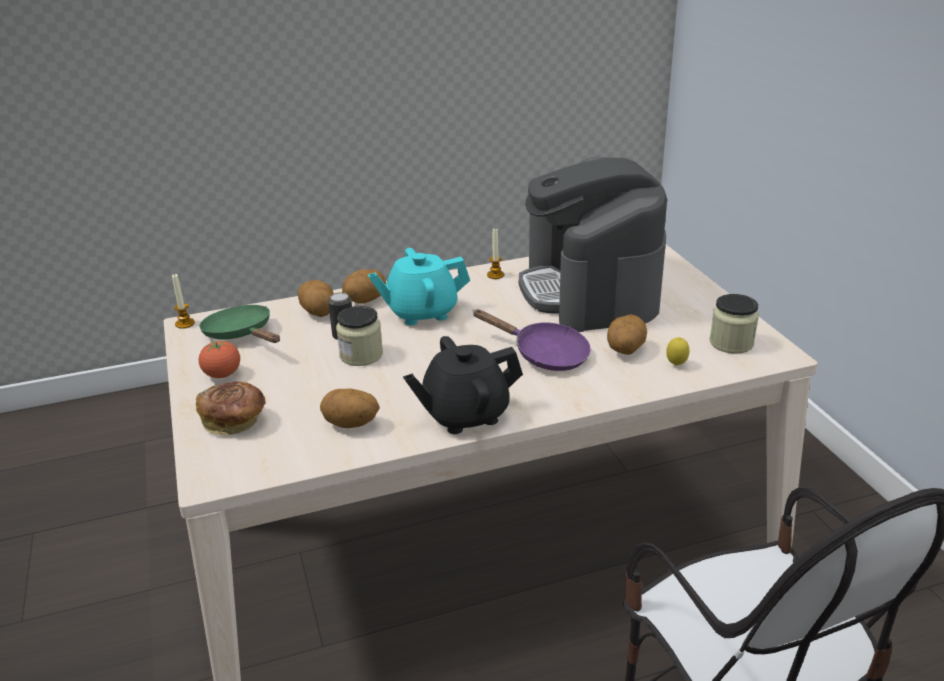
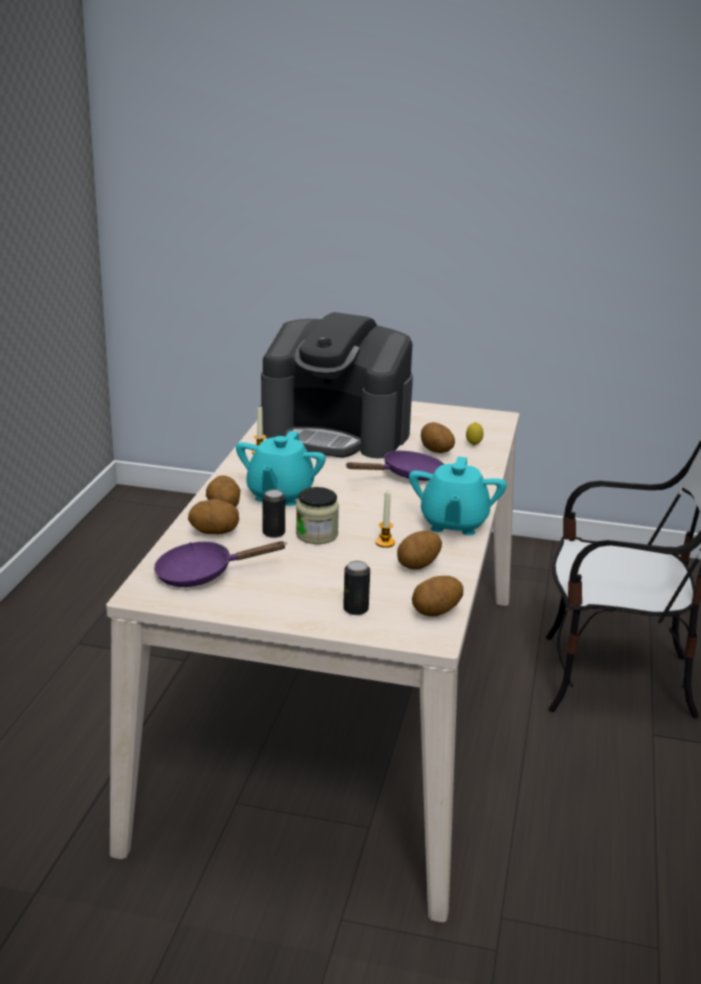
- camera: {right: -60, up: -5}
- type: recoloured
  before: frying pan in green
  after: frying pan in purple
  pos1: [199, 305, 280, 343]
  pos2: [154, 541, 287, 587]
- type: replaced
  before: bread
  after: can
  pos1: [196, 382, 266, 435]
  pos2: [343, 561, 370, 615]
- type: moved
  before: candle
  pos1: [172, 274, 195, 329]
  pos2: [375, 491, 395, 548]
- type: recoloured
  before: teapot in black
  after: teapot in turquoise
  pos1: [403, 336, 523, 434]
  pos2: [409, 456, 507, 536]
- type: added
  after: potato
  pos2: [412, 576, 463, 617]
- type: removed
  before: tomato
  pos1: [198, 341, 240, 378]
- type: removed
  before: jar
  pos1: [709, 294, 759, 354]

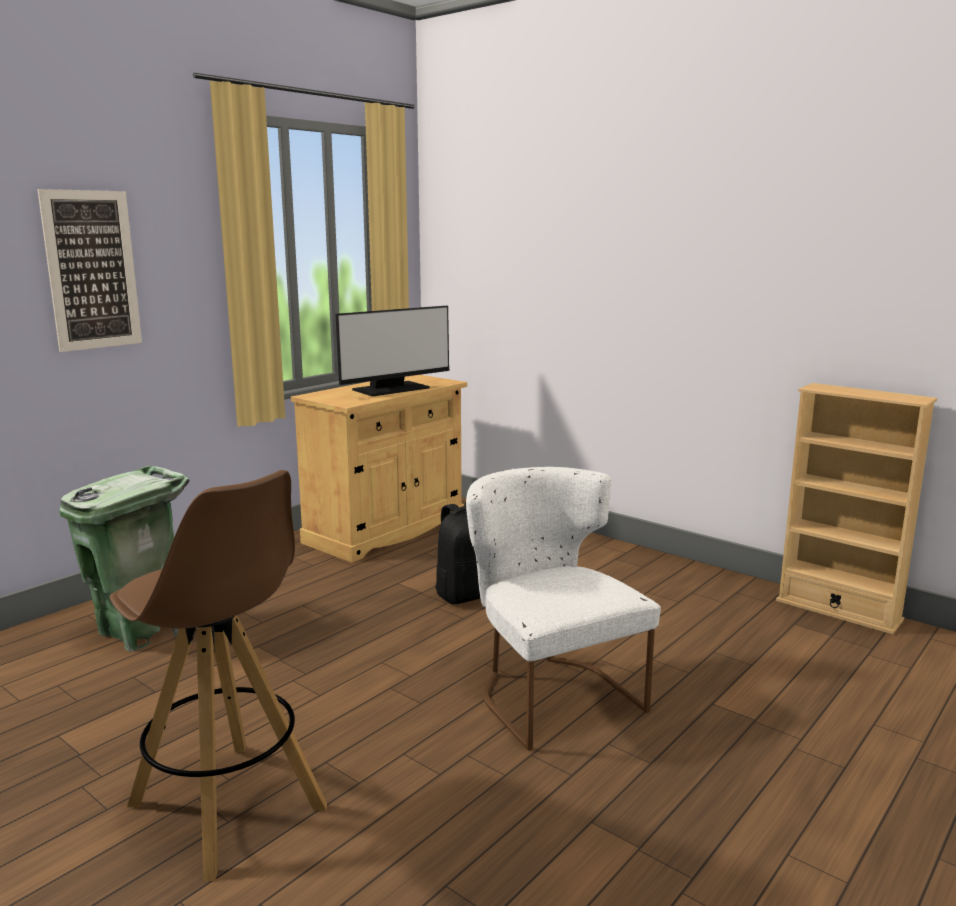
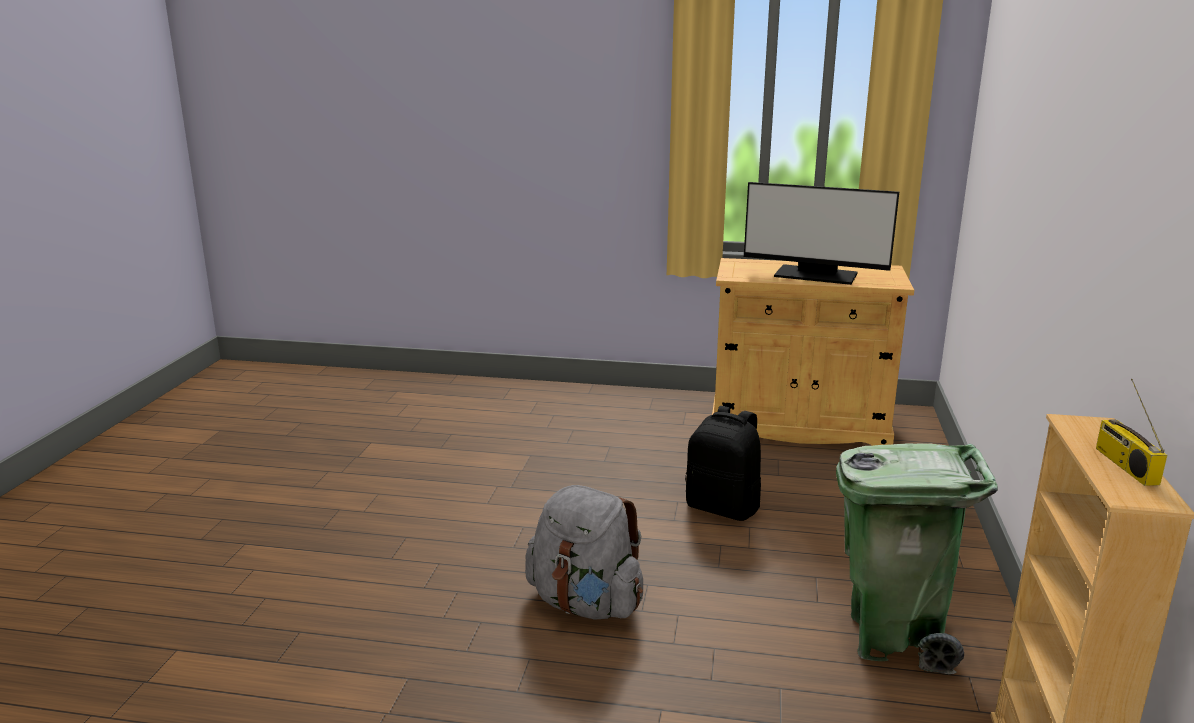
- camera: {right: 60, up: 5}
- type: replaced
  before: chair in white
  after: backpack in grey
  pos1: [466, 467, 661, 751]
  pos2: [525, 485, 643, 620]
- type: moved
  before: trash can in green
  pos1: [60, 466, 197, 651]
  pos2: [836, 443, 998, 674]
- type: added
  after: radio
  pos2: [1096, 379, 1167, 486]
- type: removed
  before: picture
  pos1: [37, 189, 142, 352]
- type: removed
  before: stool in brown
  pos1: [109, 470, 327, 881]

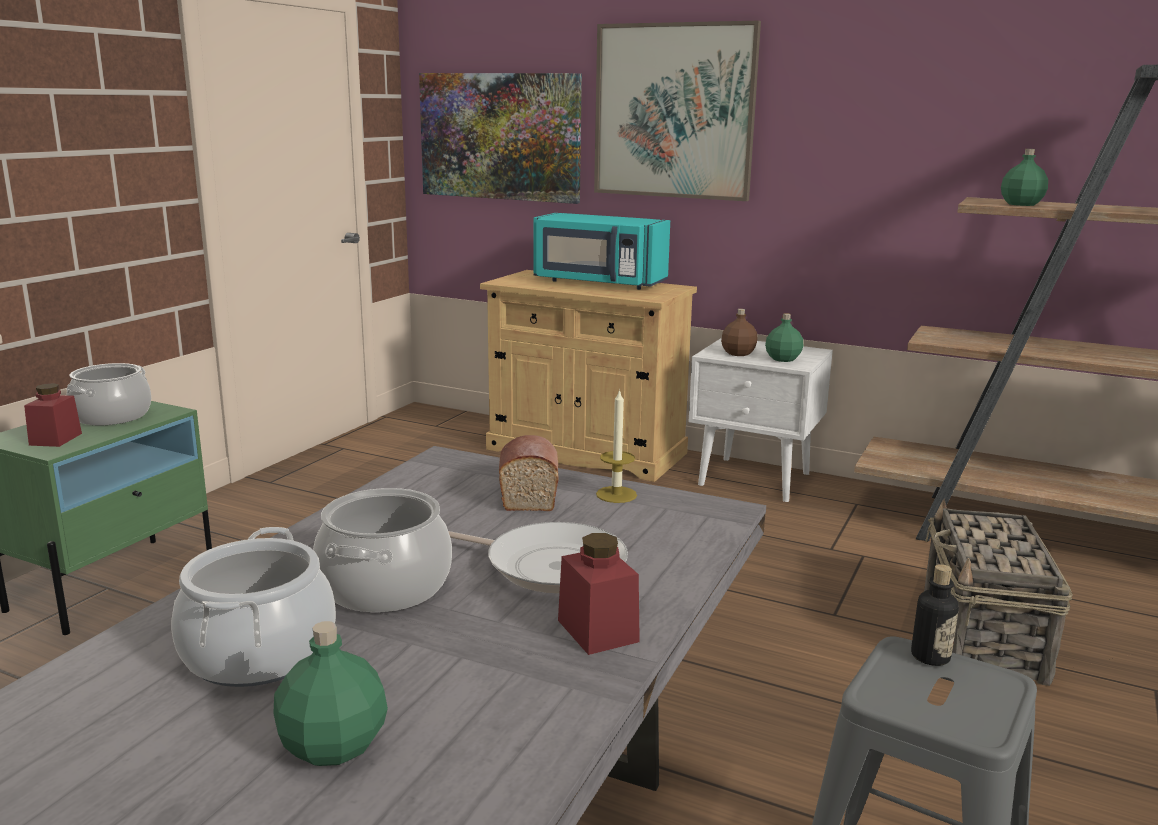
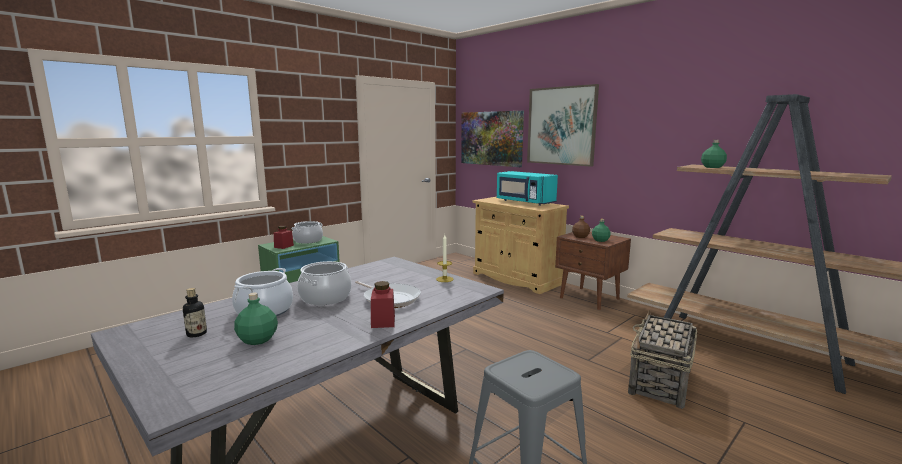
- camera: {right: 20, up: -5}
- type: moved
  before: bottle
  pos1: [911, 564, 959, 666]
  pos2: [183, 288, 207, 337]
- type: recoloured
  before: nightstand in white
  after: nightstand in brown
  pos1: [689, 338, 833, 502]
  pos2: [555, 231, 631, 310]
- type: removed
  before: bread
  pos1: [499, 435, 558, 511]

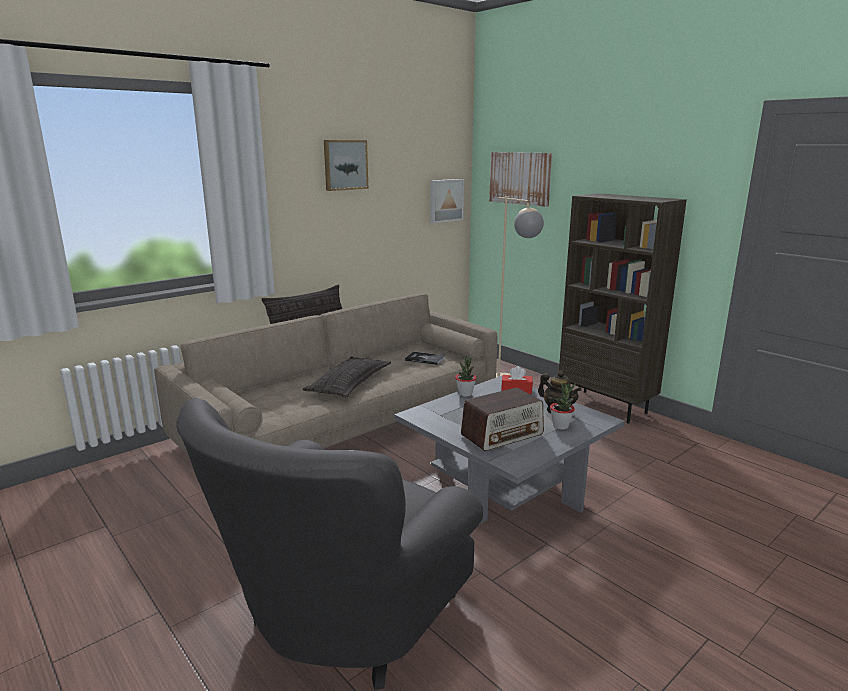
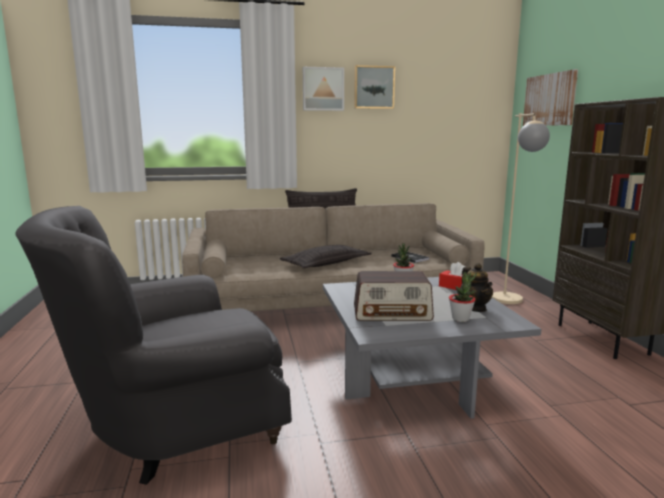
- camera: {right: 30, up: -5}
- type: moved
  before: picture
  pos1: [430, 179, 464, 223]
  pos2: [303, 67, 344, 111]

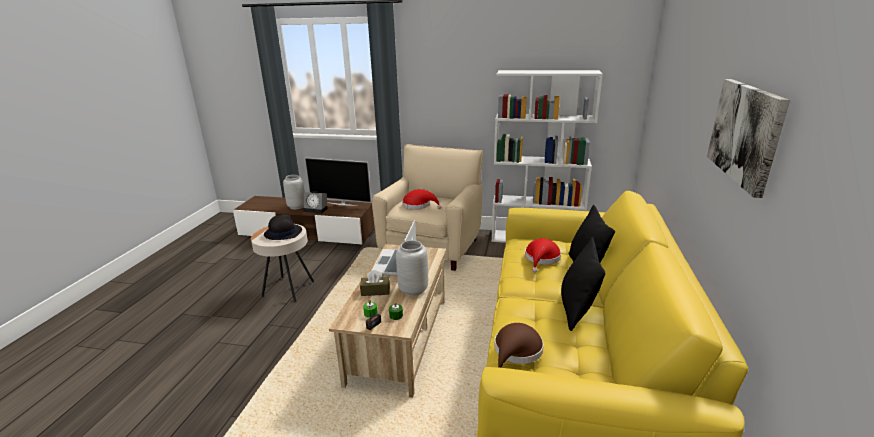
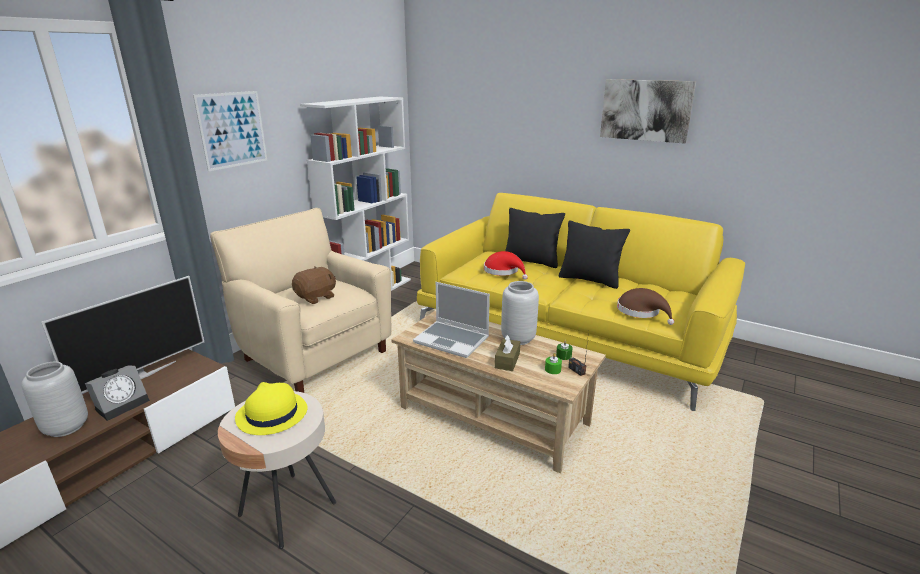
- camera: {right: -70, up: 0}
- type: added
  after: picture
  pos2: [193, 91, 267, 172]
- type: recoloured
  before: hat in black
  after: hat in yellow
  pos1: [264, 215, 302, 240]
  pos2: [235, 382, 308, 435]
- type: replaced
  before: hat in red
  after: plush toy in brown
  pos1: [402, 189, 441, 210]
  pos2: [292, 267, 336, 304]

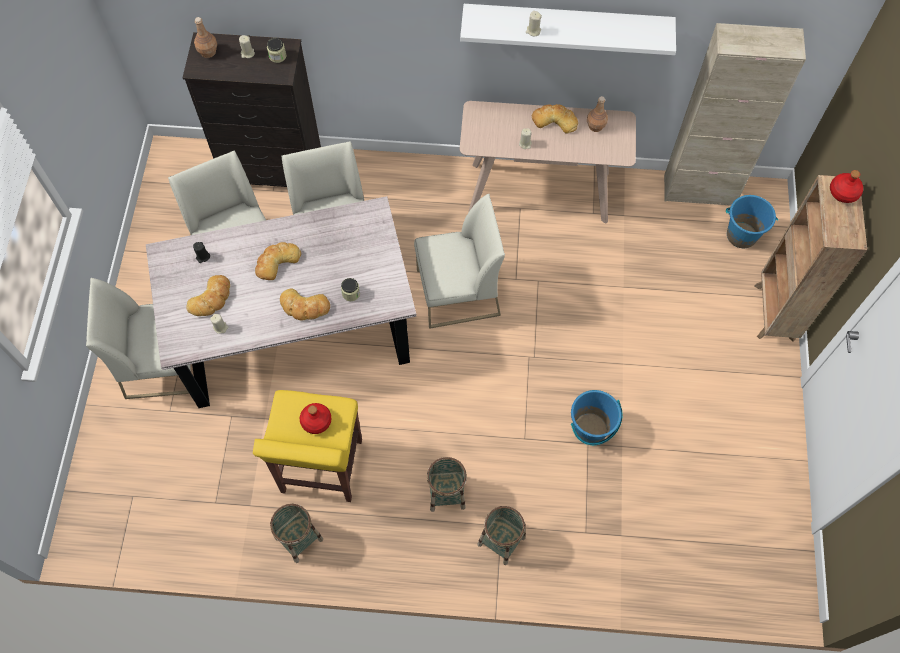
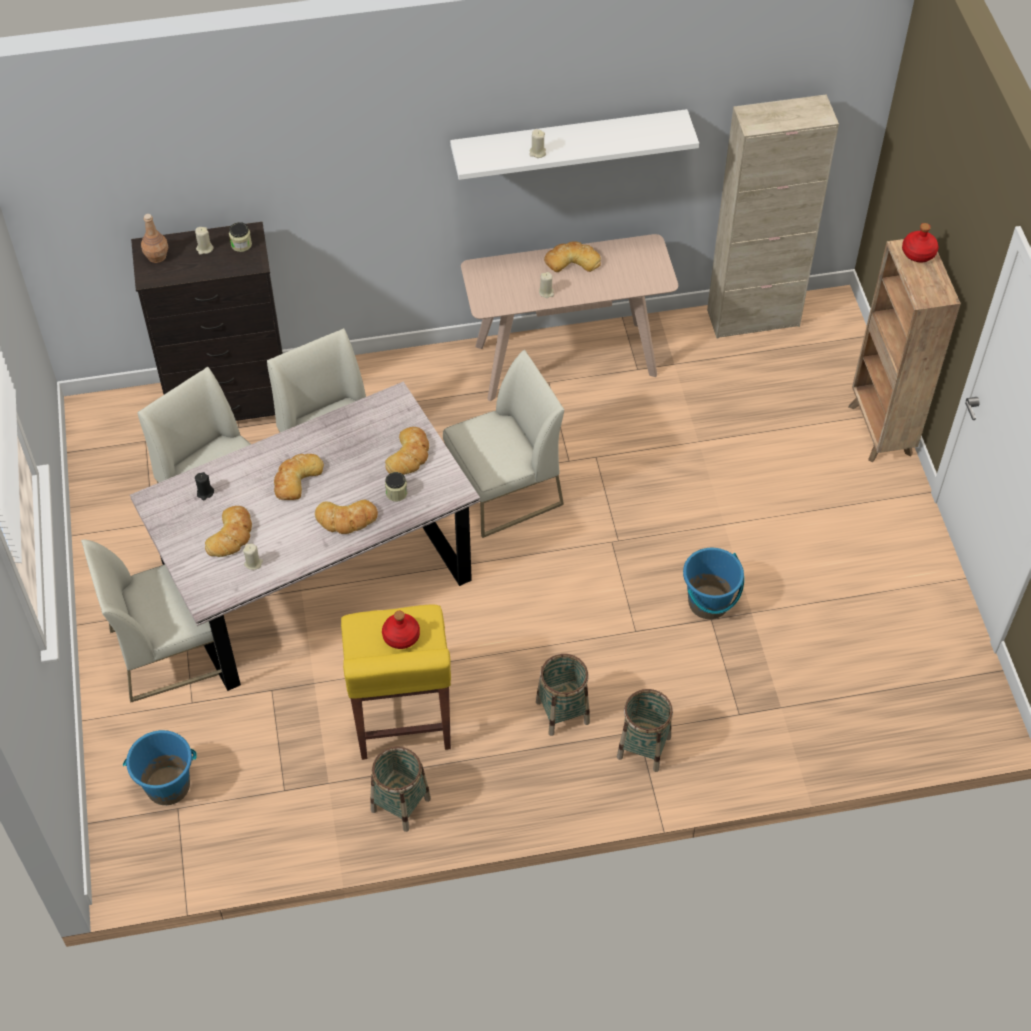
- camera: {right: -15, up: -10}
- type: moved
  before: bucket in blue
  pos1: [726, 195, 778, 248]
  pos2: [123, 730, 197, 805]
- type: added
  after: bread
  pos2: [385, 427, 429, 475]
- type: removed
  before: bottle in brown
  pos1: [587, 96, 608, 132]

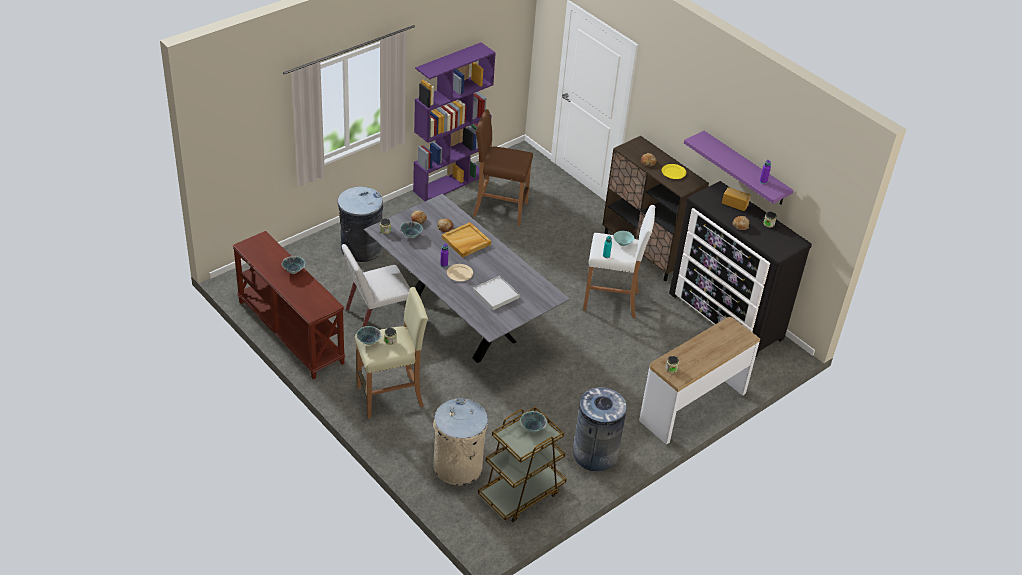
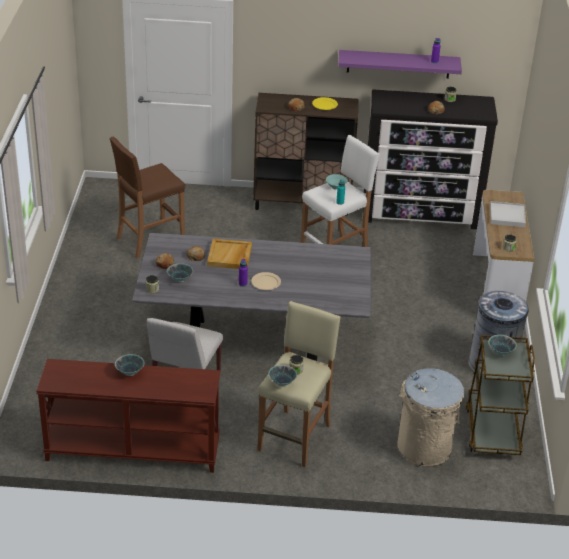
- camera: {right: -45, up: -5}
- type: moved
  before: tray in white
  pos1: [473, 276, 520, 310]
  pos2: [490, 201, 526, 227]
- type: removed
  before: trash can in grey
  pos1: [337, 187, 383, 262]
- type: removed
  before: bookcase in purple
  pos1: [413, 42, 496, 201]
- type: removed
  before: bread
  pos1: [722, 187, 751, 211]

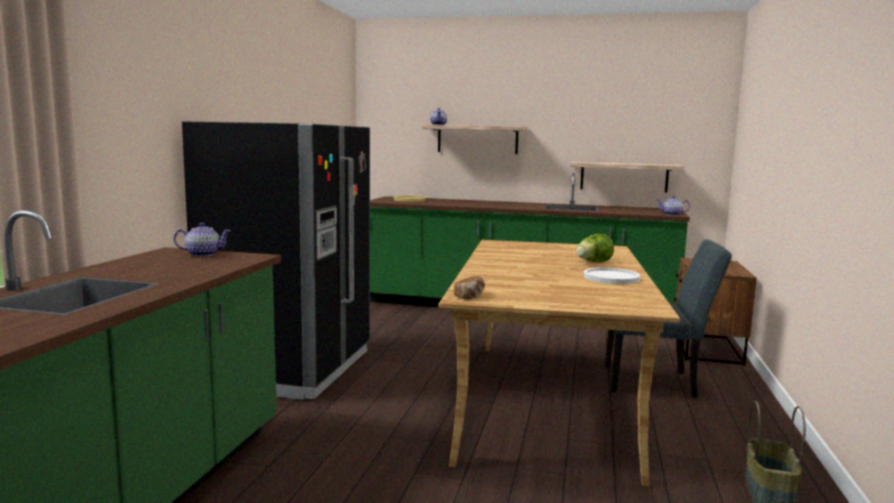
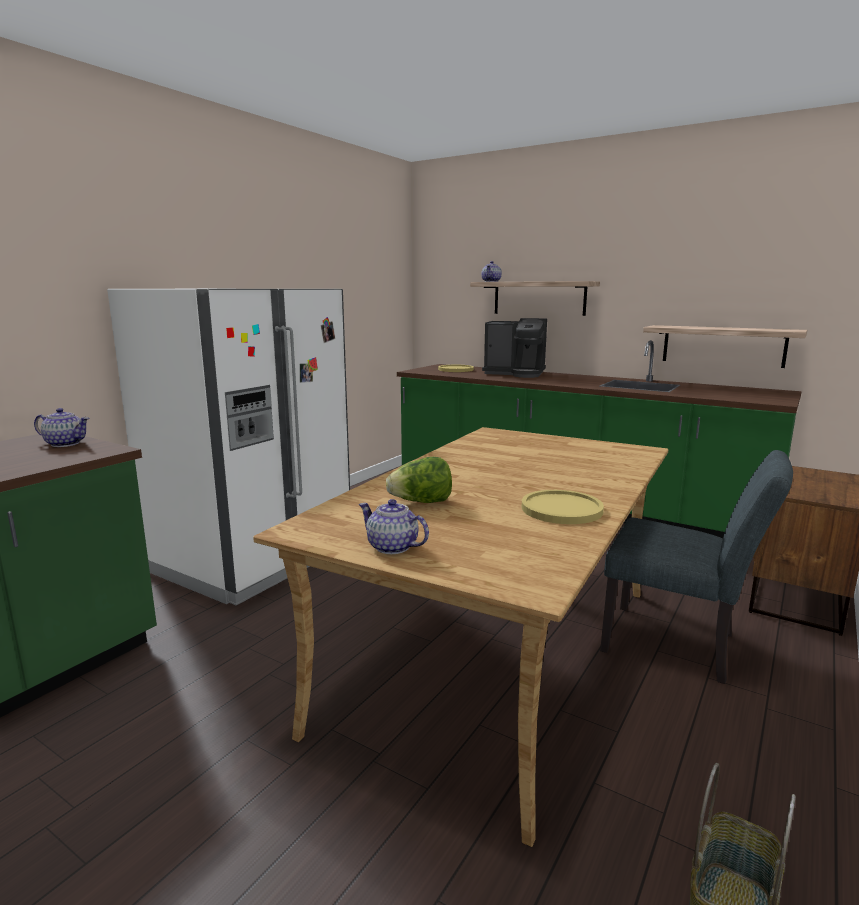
- camera: {right: 20, up: 5}
- type: recoloured
  before: fridge in black
  after: fridge in white
  pos1: [182, 121, 370, 400]
  pos2: [107, 289, 350, 605]
- type: moved
  before: teapot
  pos1: [658, 196, 690, 216]
  pos2: [359, 499, 429, 554]
- type: moved
  before: lettuce
  pos1: [576, 234, 614, 262]
  pos2: [386, 457, 452, 503]
- type: added
  after: coffee machine
  pos2: [482, 318, 547, 378]
- type: recoloured
  before: plate in white
  after: plate in yellow
  pos1: [584, 268, 640, 284]
  pos2: [522, 490, 604, 524]
- type: removed
  before: bread
  pos1: [454, 276, 485, 299]

